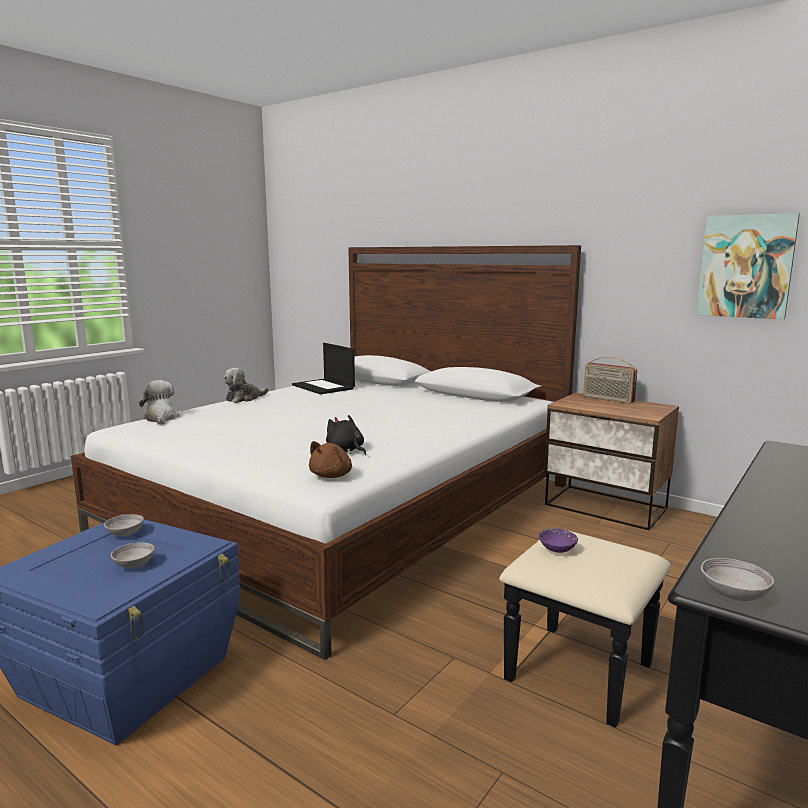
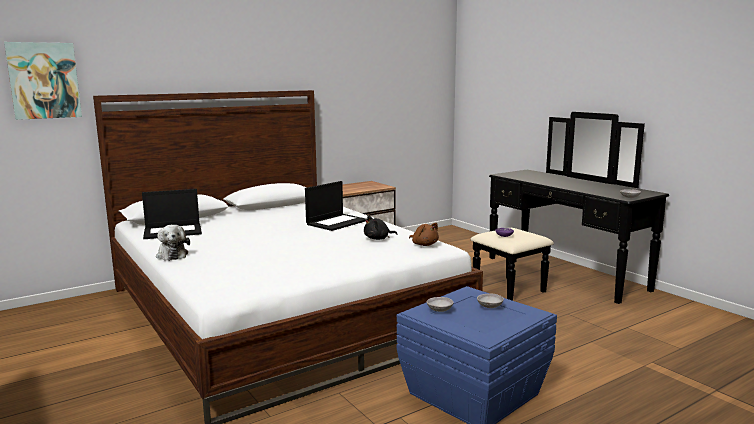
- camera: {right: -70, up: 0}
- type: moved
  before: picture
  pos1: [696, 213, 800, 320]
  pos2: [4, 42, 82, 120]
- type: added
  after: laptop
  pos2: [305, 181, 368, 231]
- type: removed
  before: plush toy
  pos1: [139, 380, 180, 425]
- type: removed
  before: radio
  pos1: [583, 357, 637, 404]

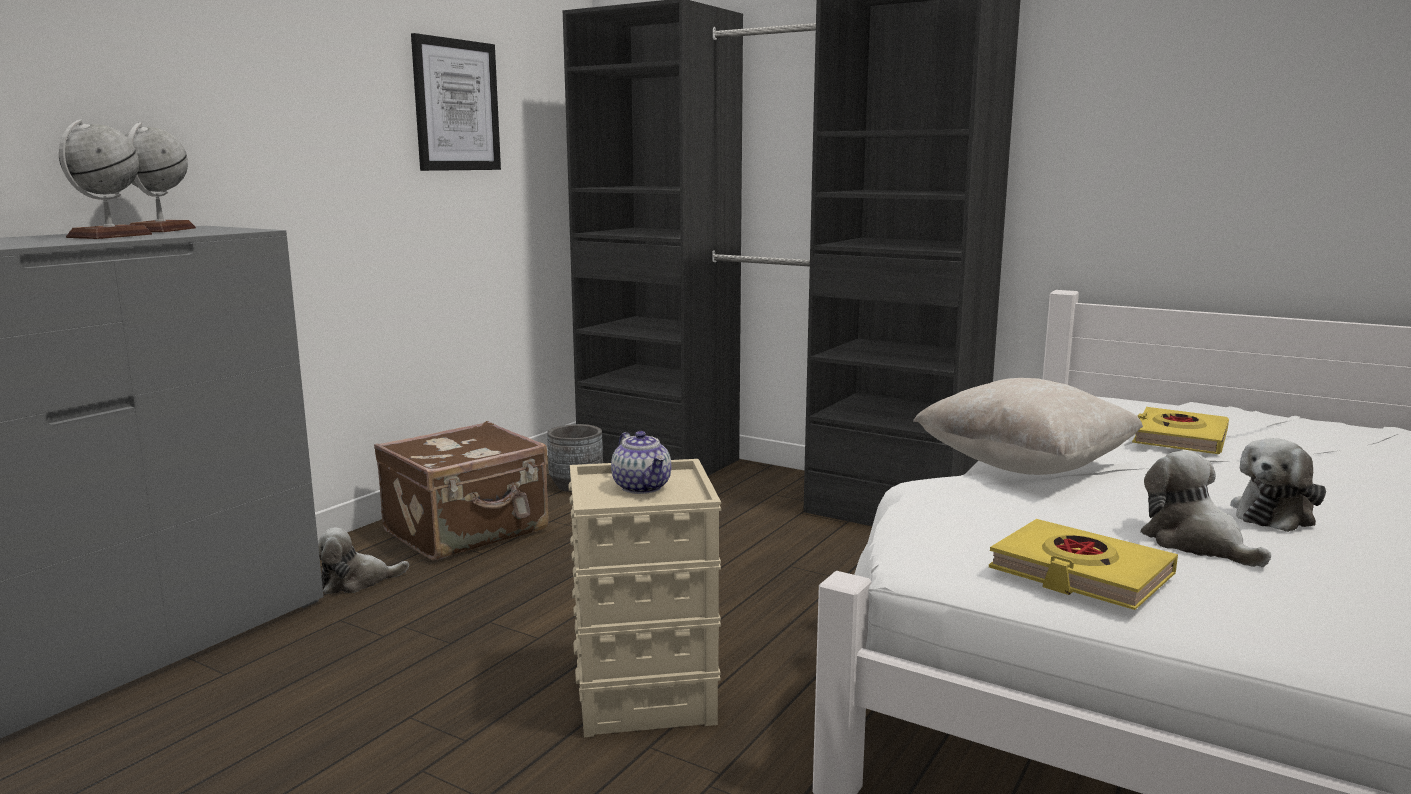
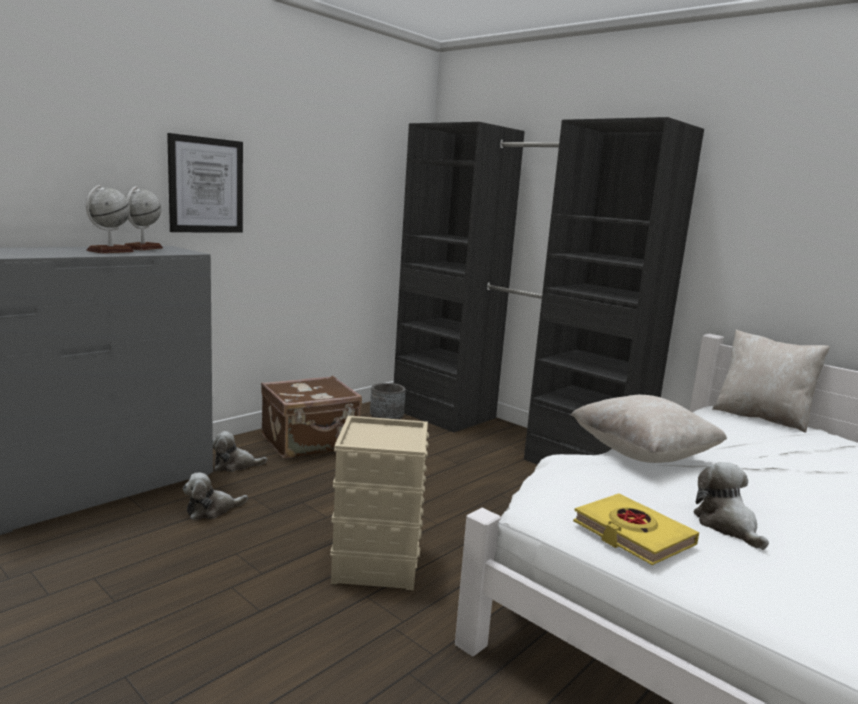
- camera: {right: 10, up: 0}
- type: moved
  before: picture
  pos1: [411, 33, 501, 171]
  pos2: [167, 133, 243, 233]
- type: moved
  before: plush toy
  pos1: [1230, 438, 1326, 532]
  pos2: [183, 473, 248, 520]
- type: added
  after: pillow in beige
  pos2: [712, 329, 830, 433]
- type: removed
  before: teapot
  pos1: [611, 431, 671, 494]
- type: removed
  before: book in yellow
  pos1: [1132, 407, 1229, 454]

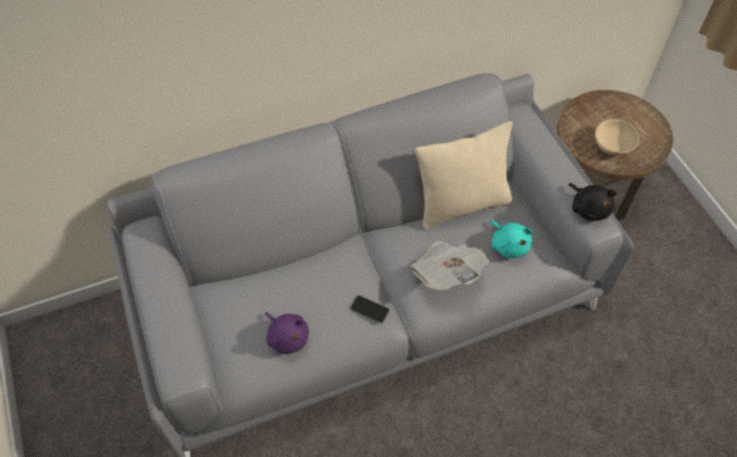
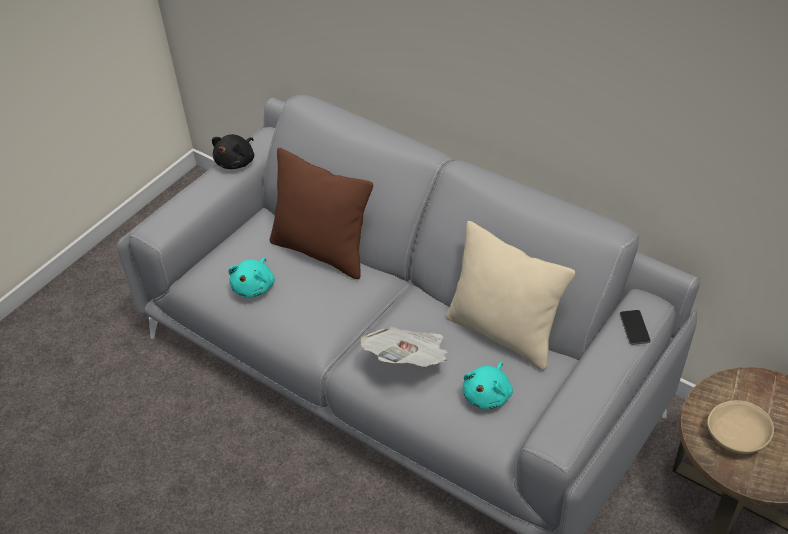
- camera: {right: 60, up: -10}
- type: moved
  before: plush toy in black
  pos1: [568, 183, 617, 221]
  pos2: [212, 134, 254, 169]
- type: recoloured
  before: plush toy in purple
  after: plush toy in turquoise
  pos1: [265, 312, 309, 354]
  pos2: [228, 257, 275, 298]
- type: added
  after: pillow in brown
  pos2: [270, 148, 373, 279]
- type: moved
  before: phone
  pos1: [350, 296, 390, 323]
  pos2: [620, 310, 651, 345]

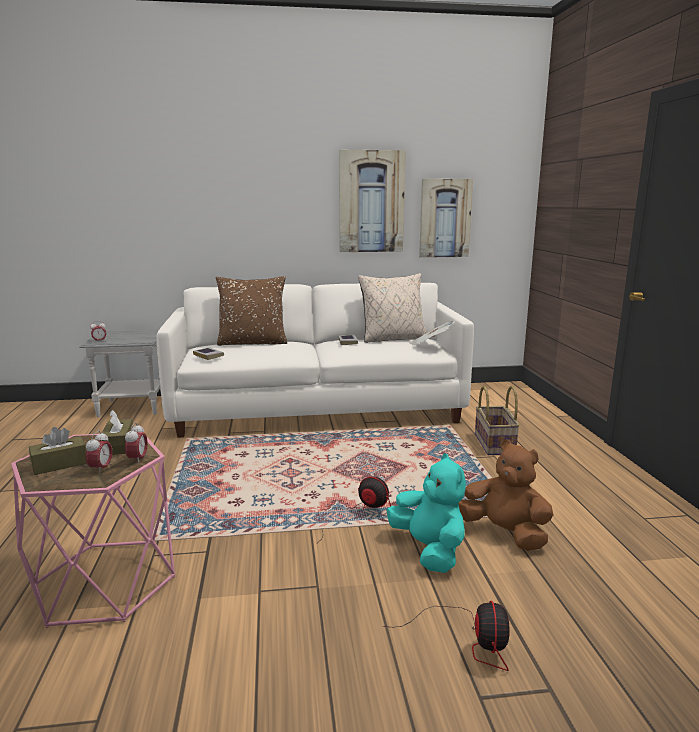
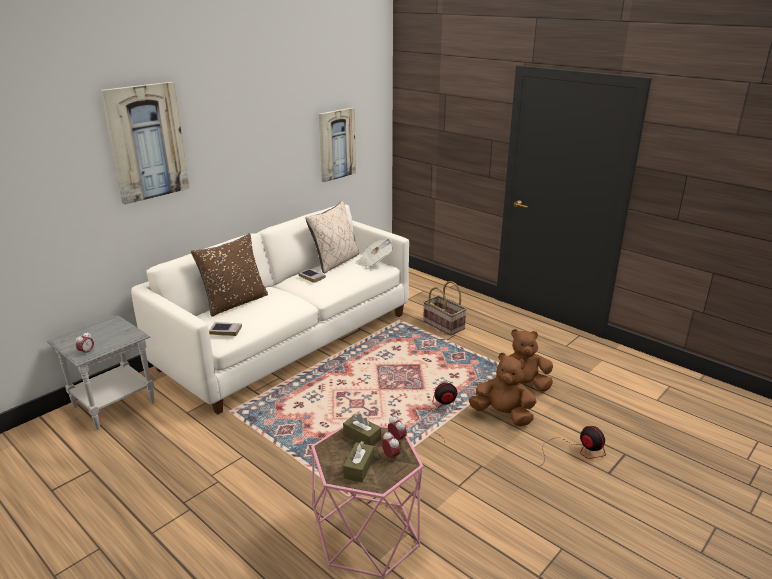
- camera: {right: -40, up: 10}
- type: moved
  before: picture
  pos1: [339, 150, 406, 252]
  pos2: [100, 82, 189, 205]
- type: recoloured
  before: plush toy in turquoise
  after: plush toy in brown
  pos1: [387, 453, 466, 573]
  pos2: [469, 353, 537, 426]

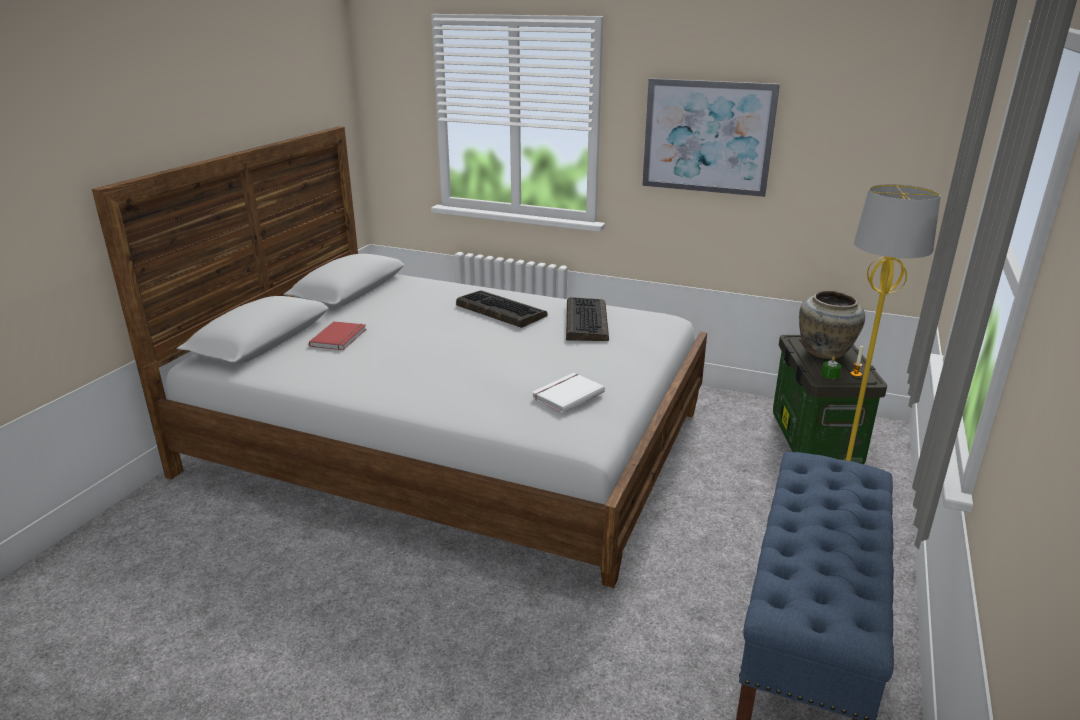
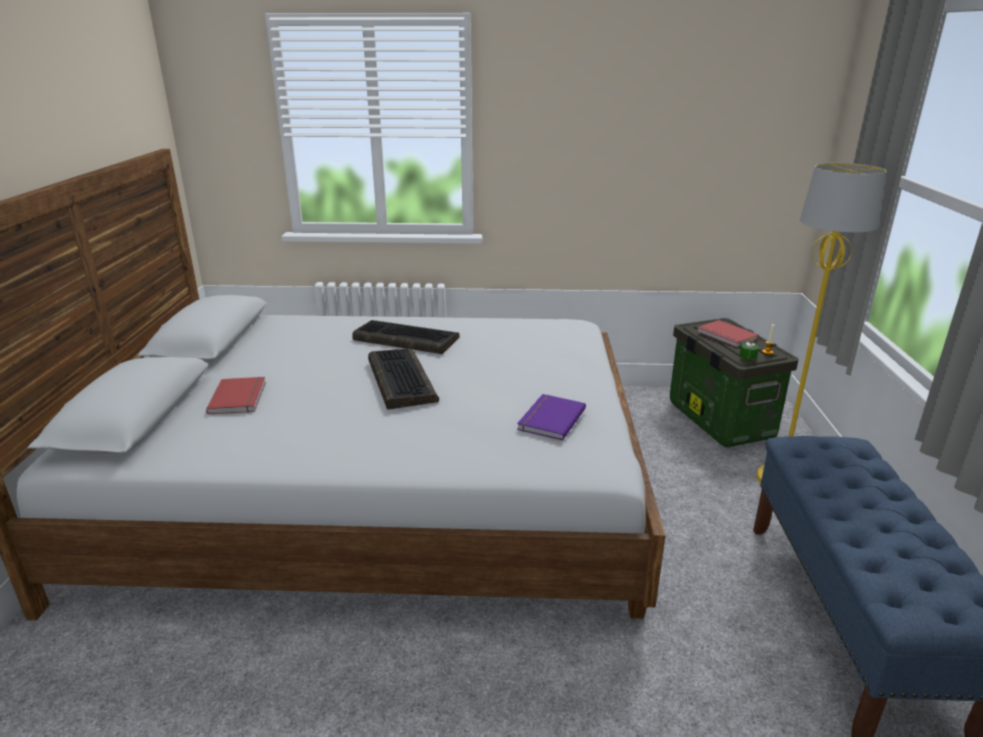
- camera: {right: -20, up: 0}
- type: moved
  before: keyboard
  pos1: [566, 297, 609, 341]
  pos2: [368, 348, 439, 410]
- type: recoloured
  before: book in white
  after: book in purple
  pos1: [532, 373, 605, 413]
  pos2: [517, 394, 586, 441]
- type: replaced
  before: vase in beige
  after: book in red
  pos1: [799, 291, 865, 359]
  pos2: [697, 320, 759, 347]
- type: removed
  before: picture
  pos1: [642, 78, 780, 197]

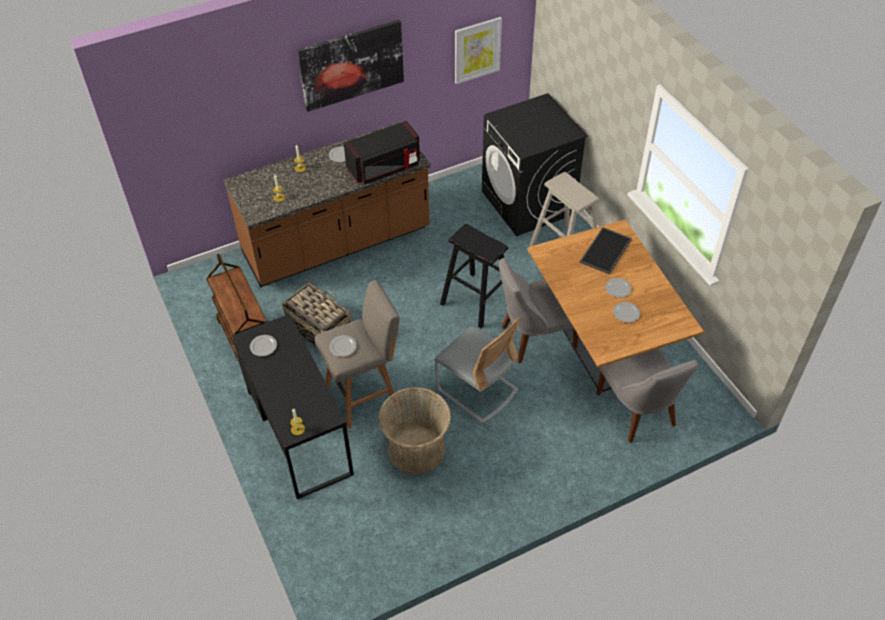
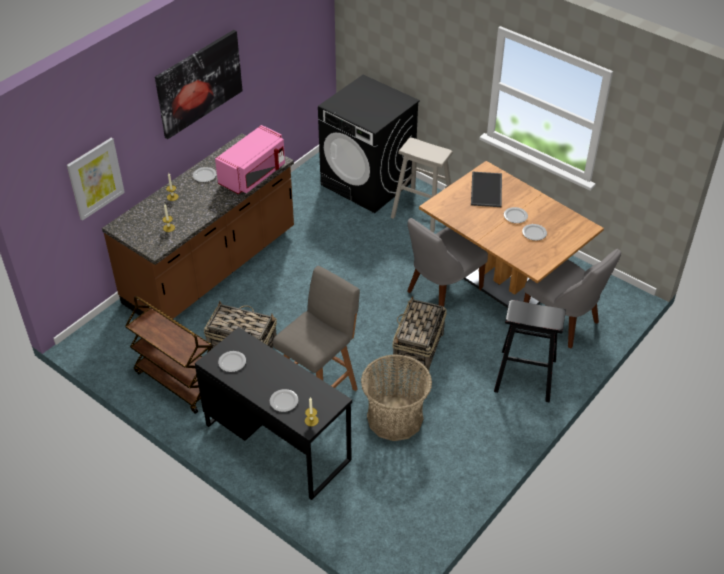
- camera: {right: -25, up: -5}
- type: moved
  before: picture
  pos1: [455, 17, 502, 84]
  pos2: [67, 138, 125, 221]
- type: recoloured
  before: microwave in black
  after: microwave in pink
  pos1: [344, 121, 420, 185]
  pos2: [215, 125, 285, 194]
- type: moved
  before: plate
  pos1: [329, 335, 357, 357]
  pos2: [270, 389, 298, 412]
- type: replaced
  before: chair in grey
  after: basket
  pos1: [434, 317, 520, 424]
  pos2: [392, 296, 447, 372]
- type: moved
  before: stool in black
  pos1: [440, 224, 508, 328]
  pos2: [494, 300, 566, 402]

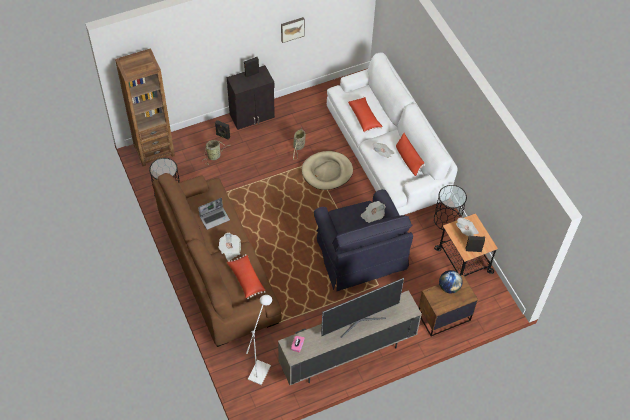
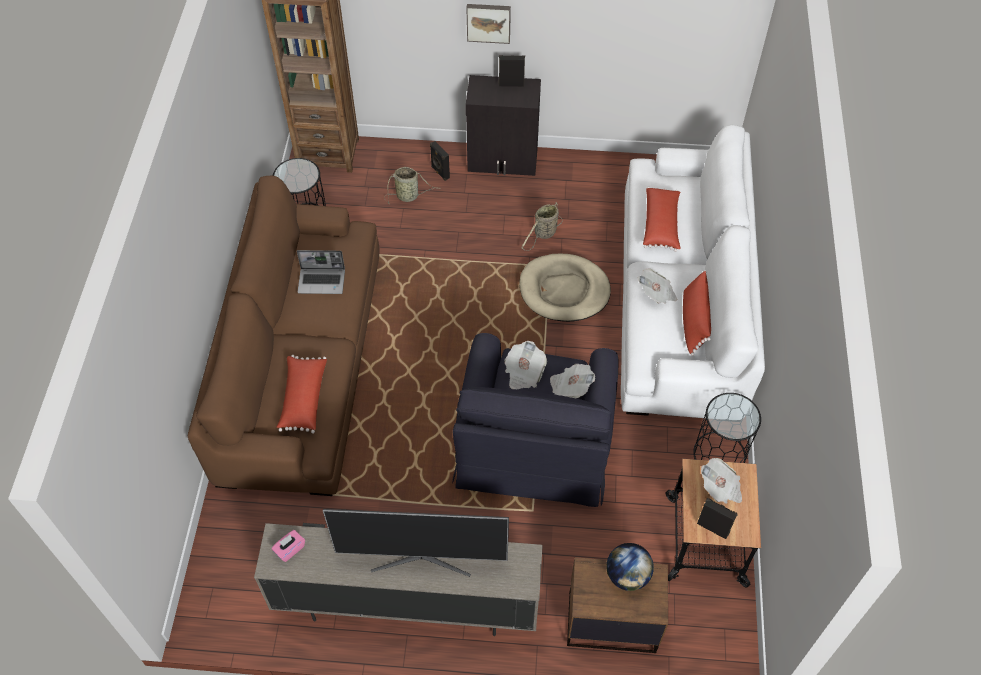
- camera: {right: 30, up: 0}
- type: moved
  before: picture
  pos1: [281, 17, 305, 43]
  pos2: [466, 4, 511, 44]
- type: moved
  before: newspaper
  pos1: [218, 233, 241, 260]
  pos2: [504, 341, 547, 389]
- type: removed
  before: floor lamp in white
  pos1: [246, 295, 272, 385]

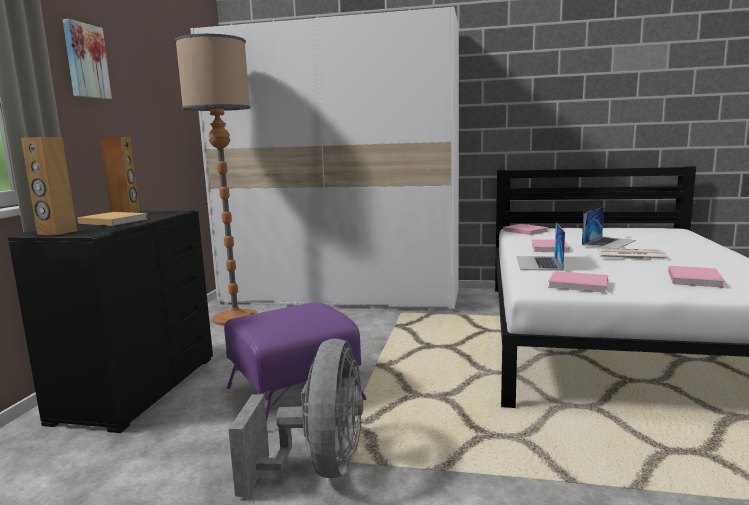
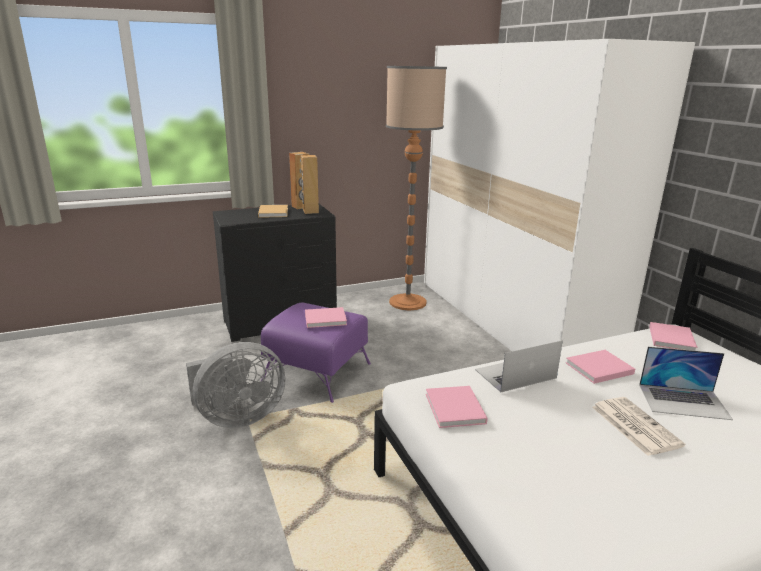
- camera: {right: 55, up: 10}
- type: moved
  before: speaker in brown
  pos1: [21, 137, 77, 235]
  pos2: [301, 155, 319, 214]
- type: moved
  before: book in pink
  pos1: [668, 266, 725, 288]
  pos2: [305, 307, 347, 328]
- type: removed
  before: picture
  pos1: [63, 19, 112, 99]

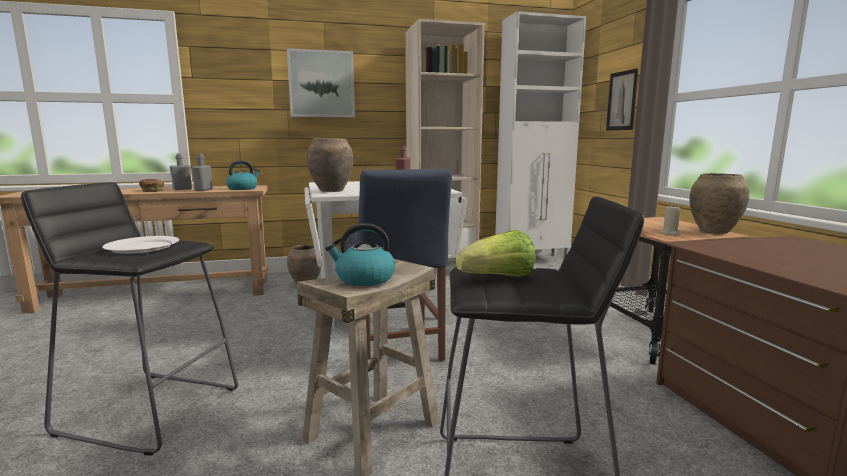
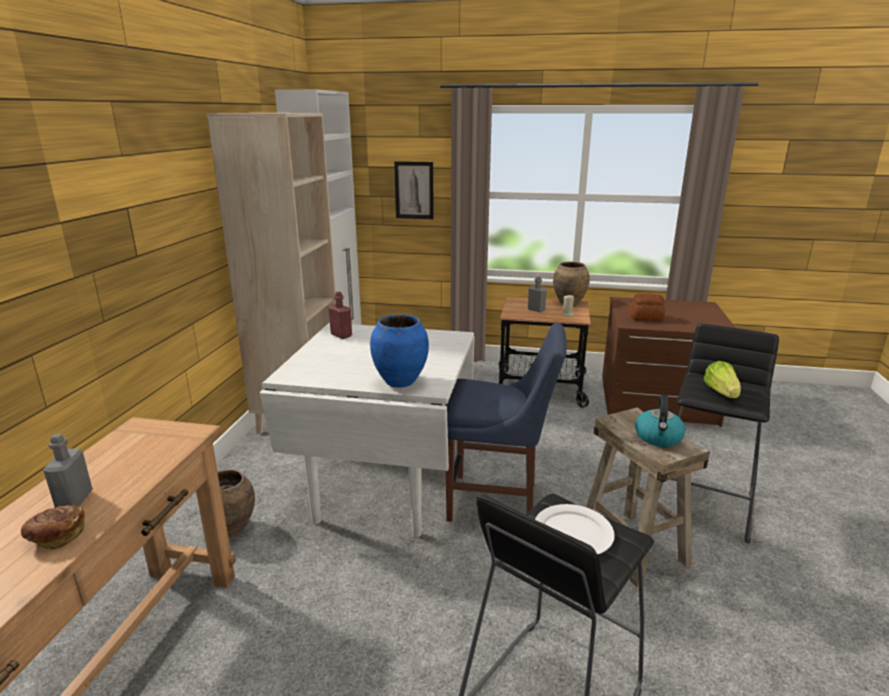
- camera: {right: -65, up: 10}
- type: recoloured
  before: vase in brown
  after: vase in blue
  pos1: [307, 138, 353, 192]
  pos2: [370, 314, 429, 387]
- type: moved
  before: bottle in grey
  pos1: [192, 154, 213, 191]
  pos2: [528, 276, 547, 312]
- type: added
  after: bread
  pos2: [629, 293, 665, 321]
- type: removed
  before: kettle
  pos1: [226, 161, 260, 190]
- type: removed
  before: picture
  pos1: [287, 48, 355, 117]

